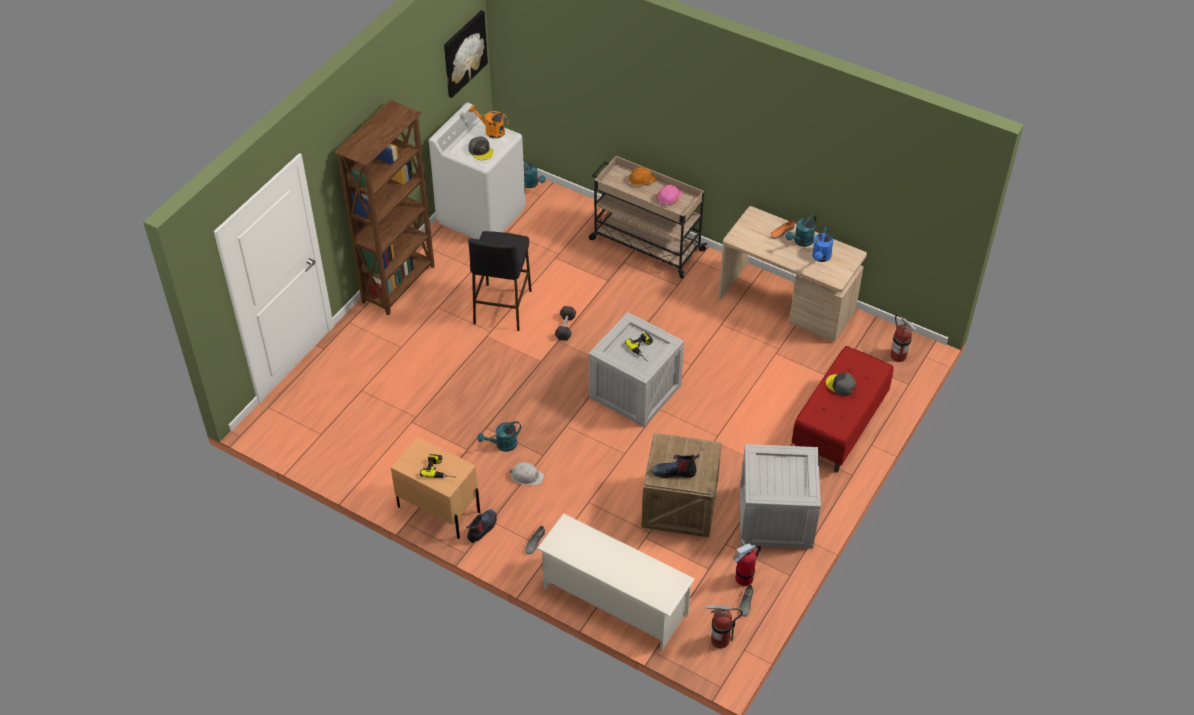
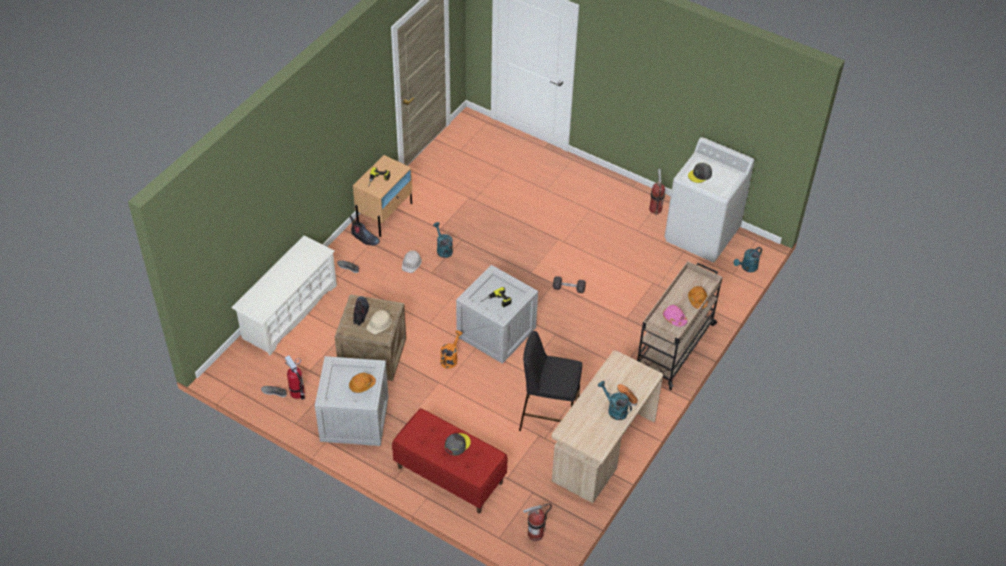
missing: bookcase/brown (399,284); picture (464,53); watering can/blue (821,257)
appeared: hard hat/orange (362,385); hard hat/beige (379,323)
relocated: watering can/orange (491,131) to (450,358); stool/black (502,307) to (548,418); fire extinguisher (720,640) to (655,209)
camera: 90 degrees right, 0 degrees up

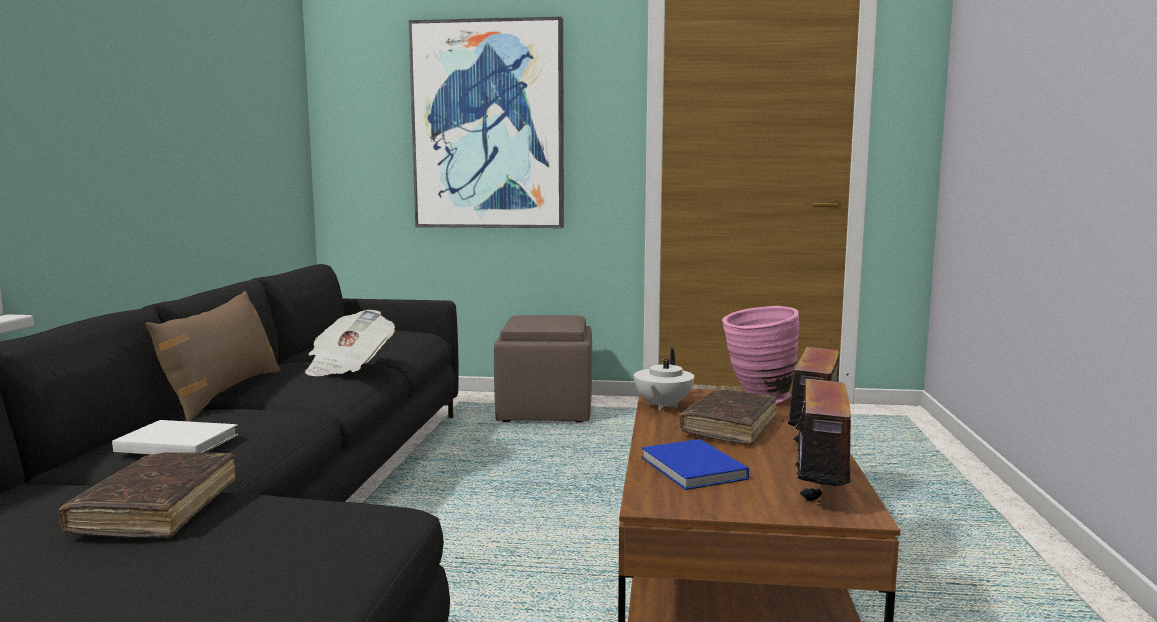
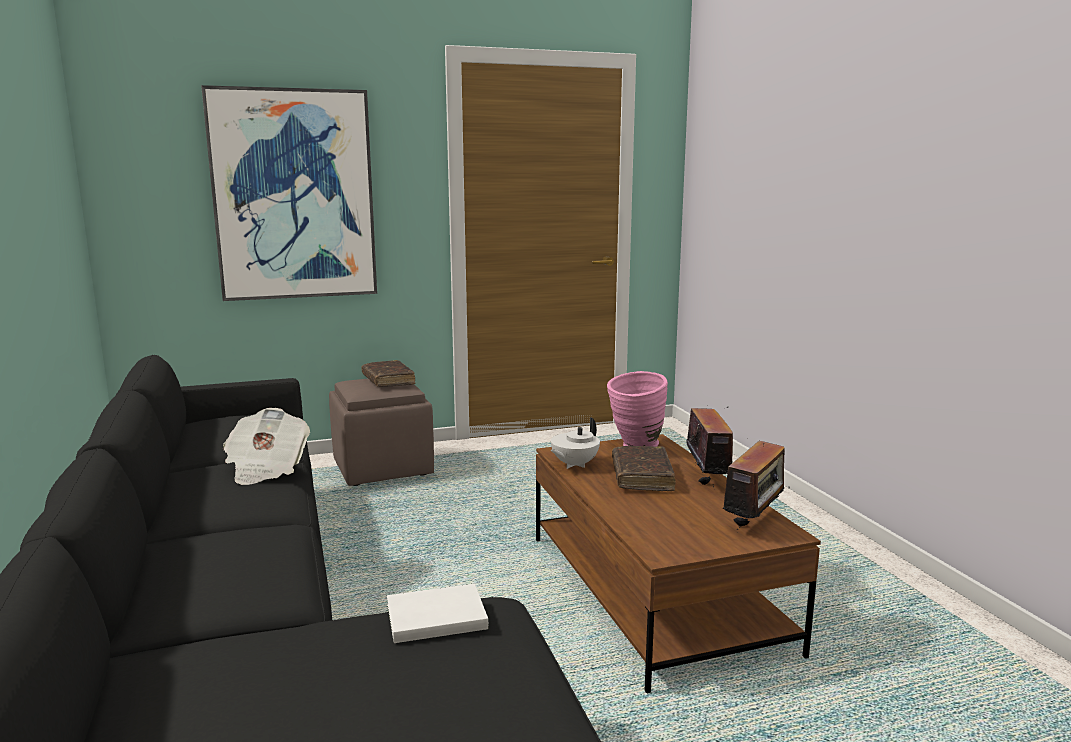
missing: pillow/brown (223,393); book/blue (693,469)
relocated: book/brown (157,509) to (388,380); book/white (176,442) to (433,616)
spun: teapot/white (662,406) = (574,465) 45 degrees clockwise; radio (822,493) = (754,522) 45 degrees clockwise
camera: 25 degrees left, 5 degrees up

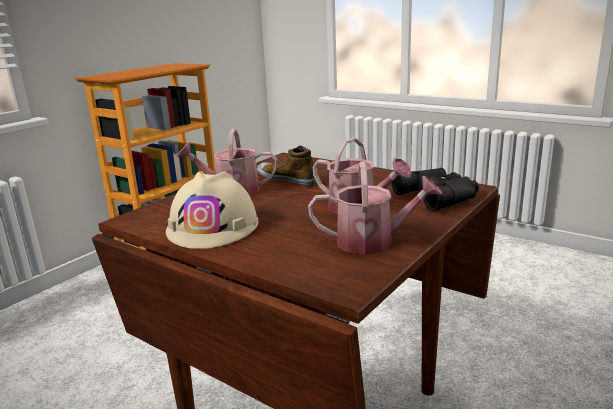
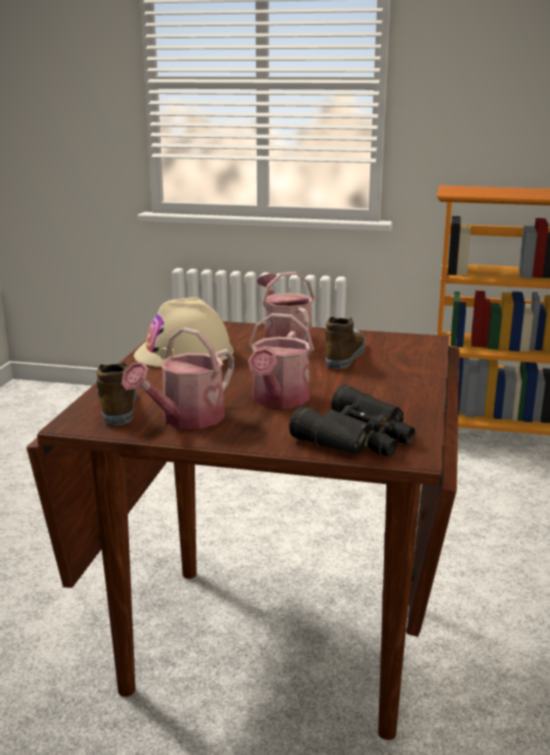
appeared: shoe (117,405)
spun: watering can (373,241) = (186,419) 60 degrees clockwise
camera: 65 degrees right, 0 degrees up

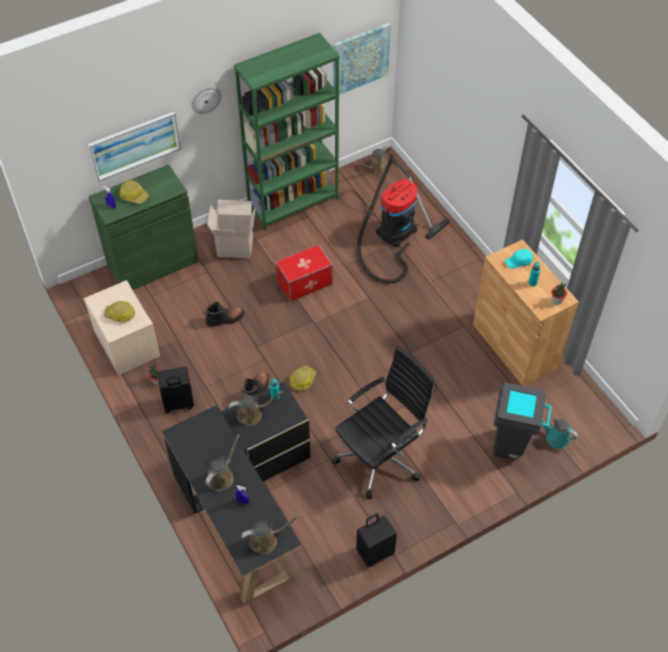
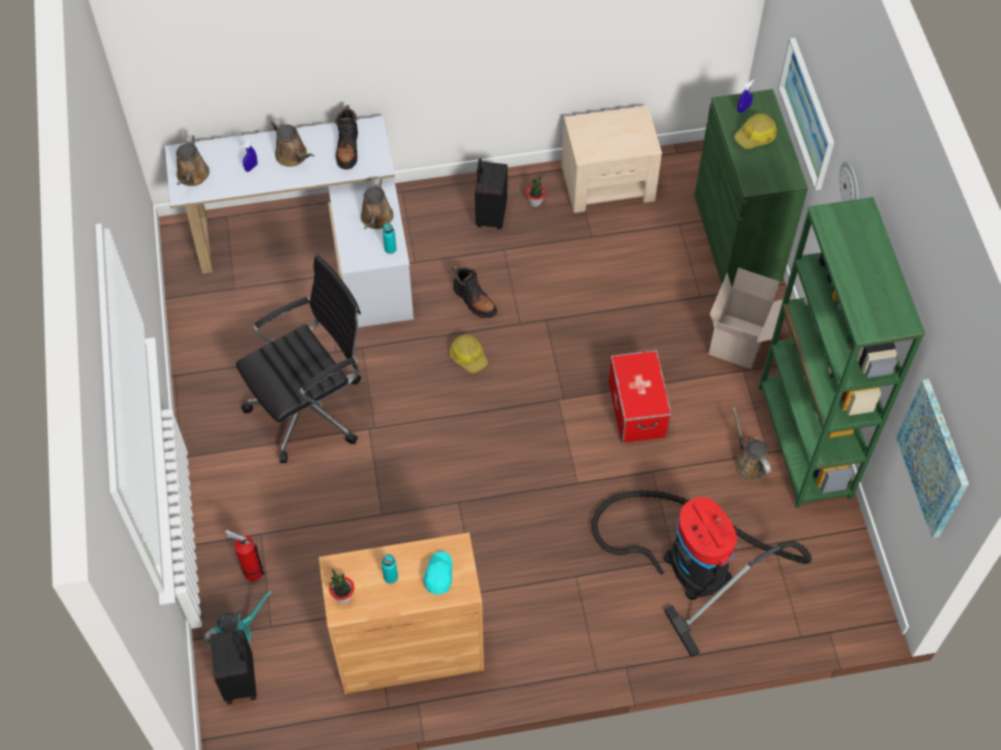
missing: hard hat (120,314)
relocated: suitcase/black (375,552) to (241,680); boot/black (225,319) to (348,149); watering can/brown (376,169) to (749,462)
exchanged: trash can/grey (512,446) to fire extinguisher (250,571)
colour: desk/black (245,506) to desk/white (316,247)
spun: office chair/black (381,457) = (311,408) 105 degrees counterclockwise
camera: 110 degrees right, 5 degrees up

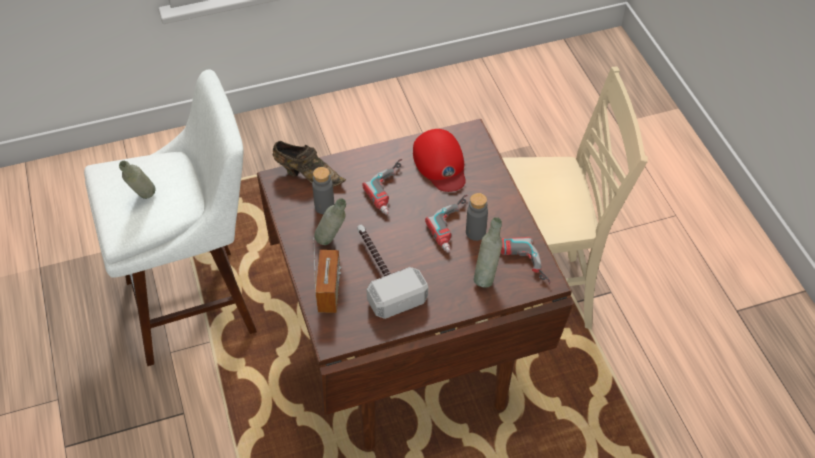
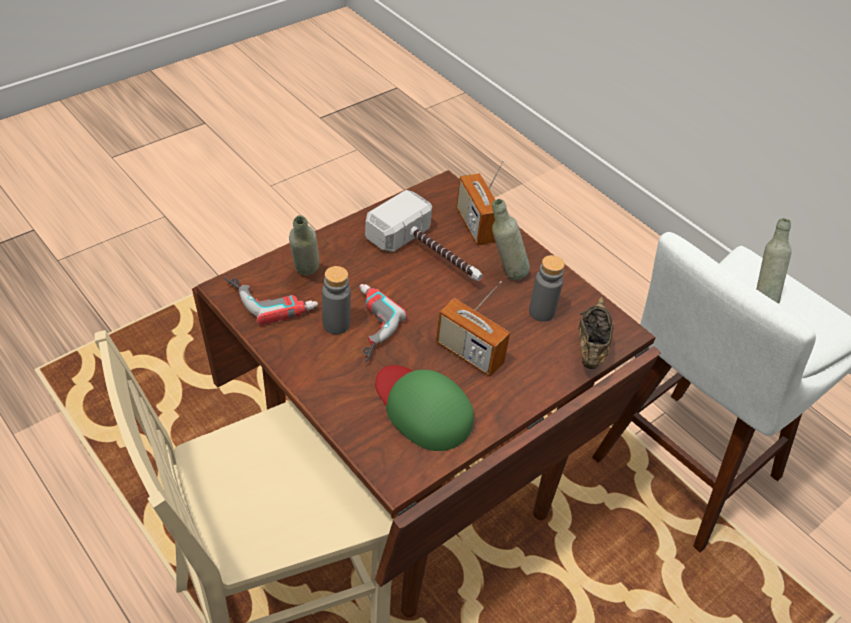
exchanged: power drill (392,190) to radio (469,354)
colour: cap/red (440,164) to cap/green (422,408)
spun: shoe/brown (307,175) = (591,347) 105 degrees clockwise
camera: 155 degrees right, 5 degrees down

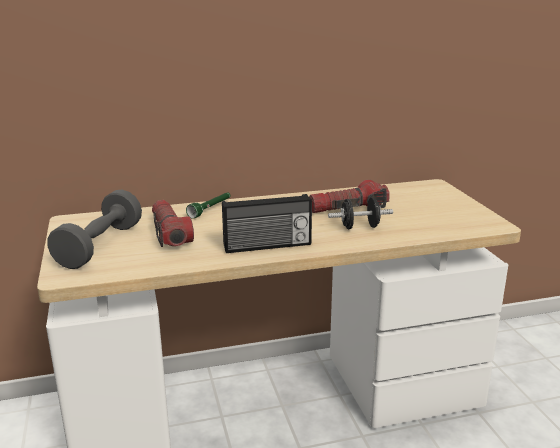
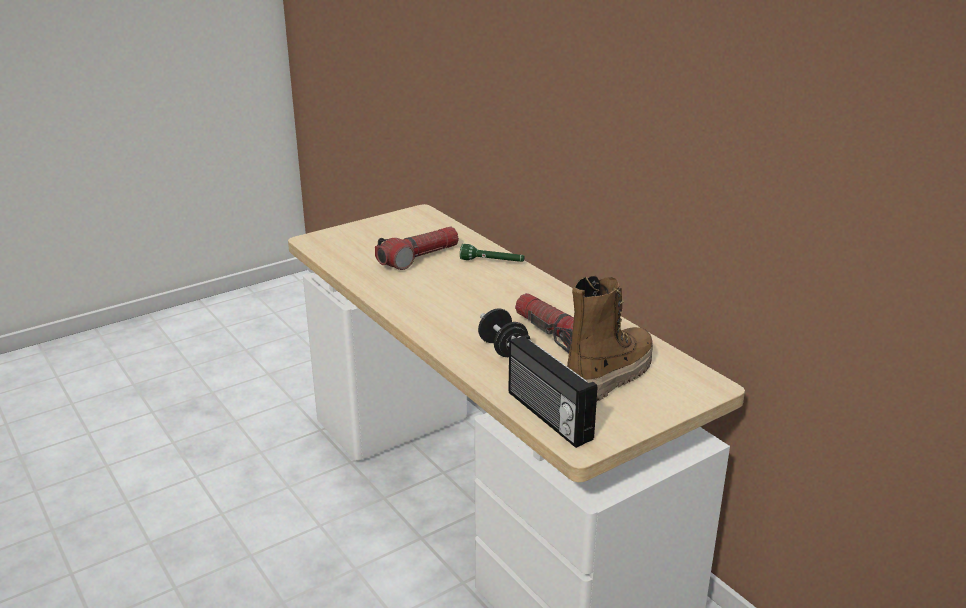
missing: dumbbell/grey (100,246)
appeared: boot (608,376)
relocated: radio (267,246) to (547,416)
camera: 70 degrees right, 5 degrees up

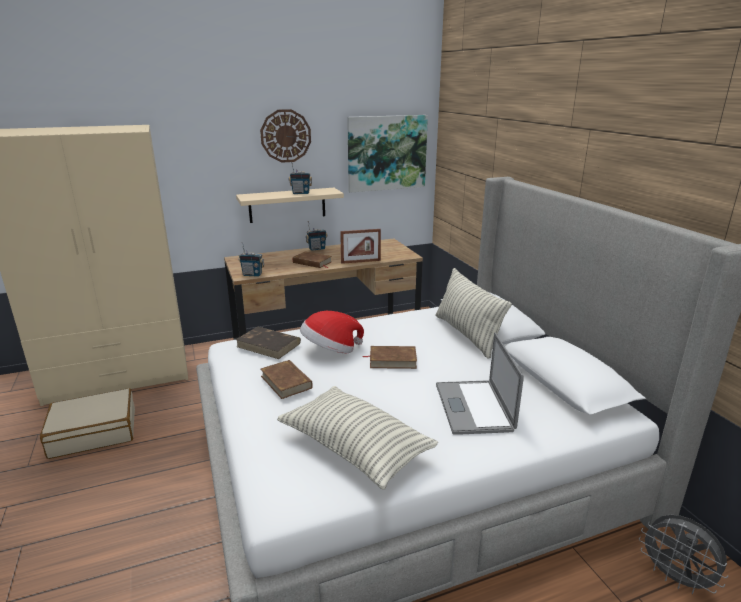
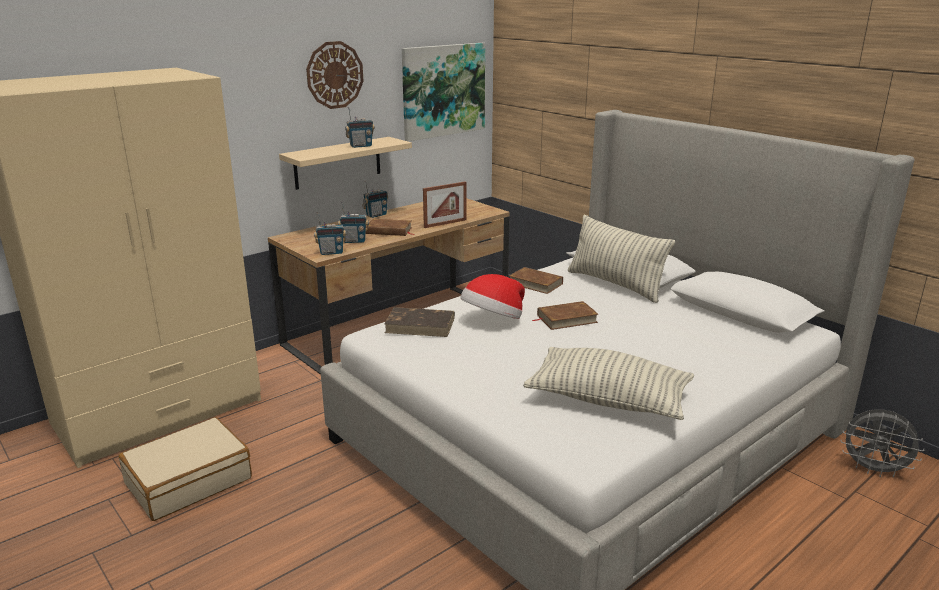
missing: laptop (473,407)
appeared: radio (354,241)
relocated: book/brown (286,382) to (535,283)
camera: 20 degrees left, 0 degrees up

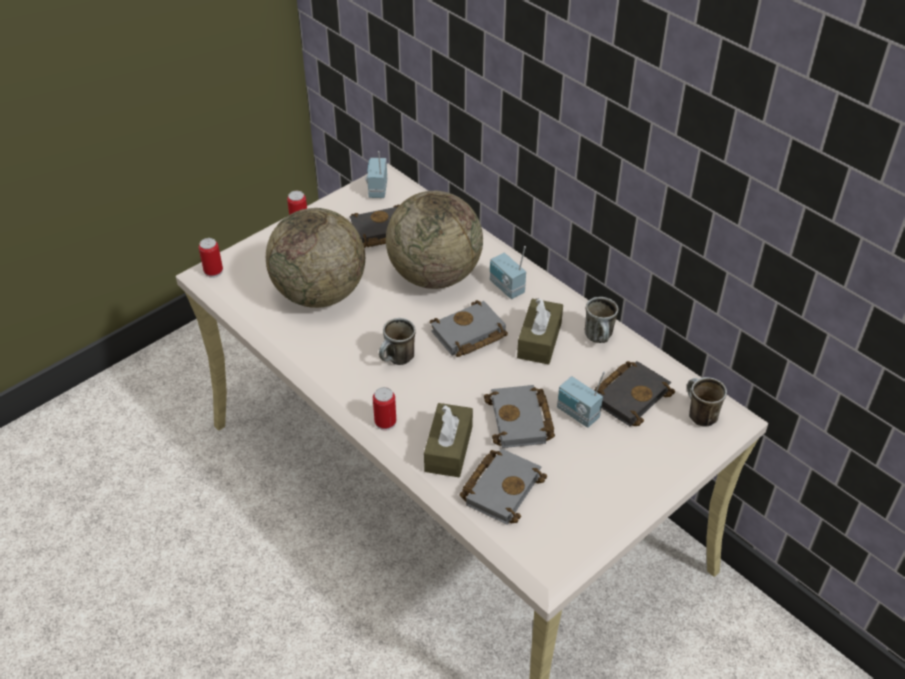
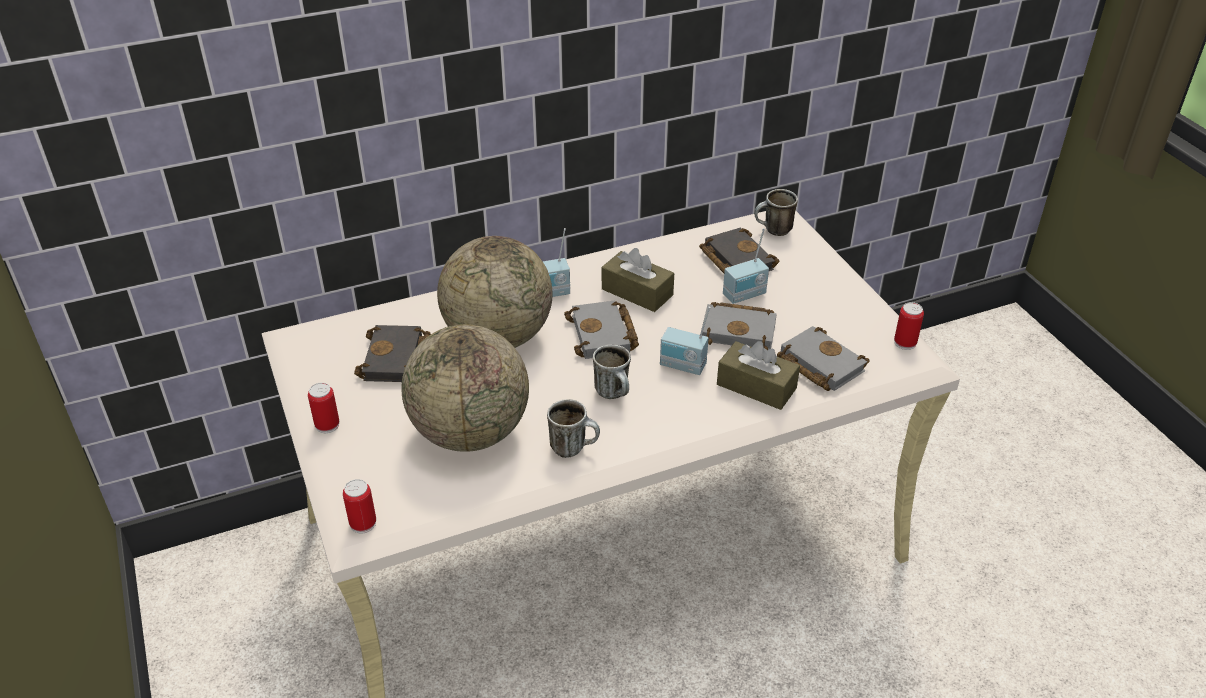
relocated: mug (600,339) to (574,447); radio (376,189) to (682,366); can (385,422) to (905,343)
camera: 70 degrees left, 5 degrees down

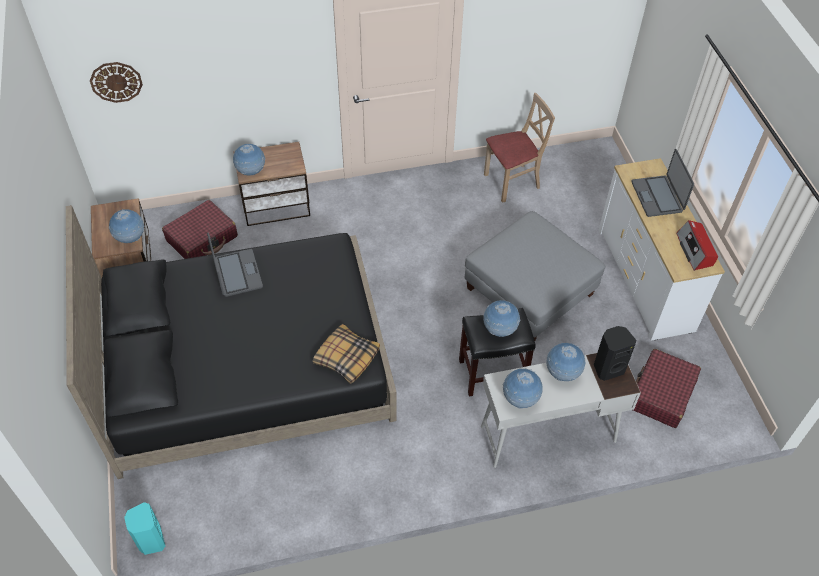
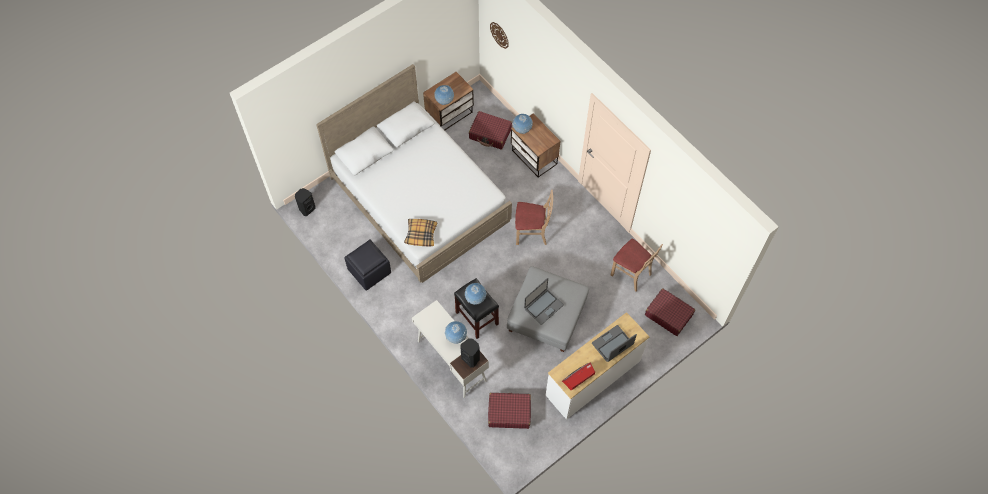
missing: globe (520,399)
appeared: ottoman/black (369,271); chair/beige (531,233); suitcase/red (668,314)
relocated: laptop (237,273) to (543,306)
colour: speaker/turquoise (150,541) to speaker/black (307,208); bed/black (247,365) to bed/white (420,198)
camera: 65 degrees right, 10 degrees up

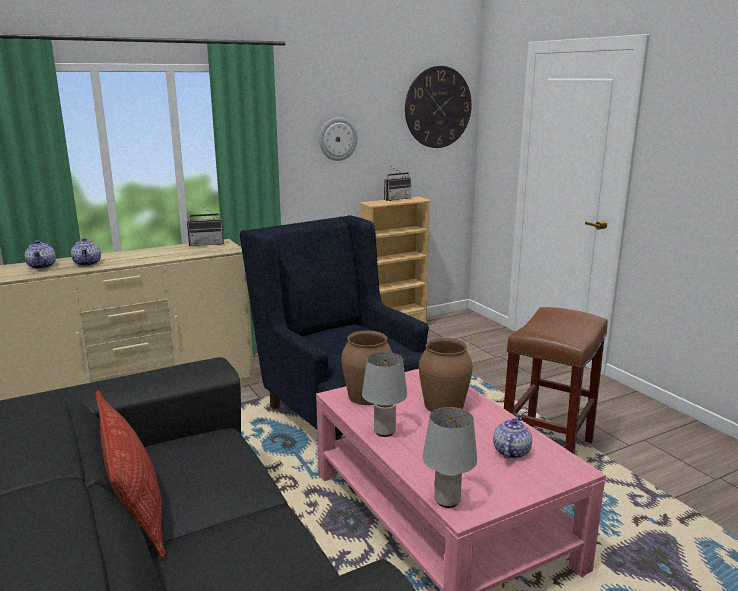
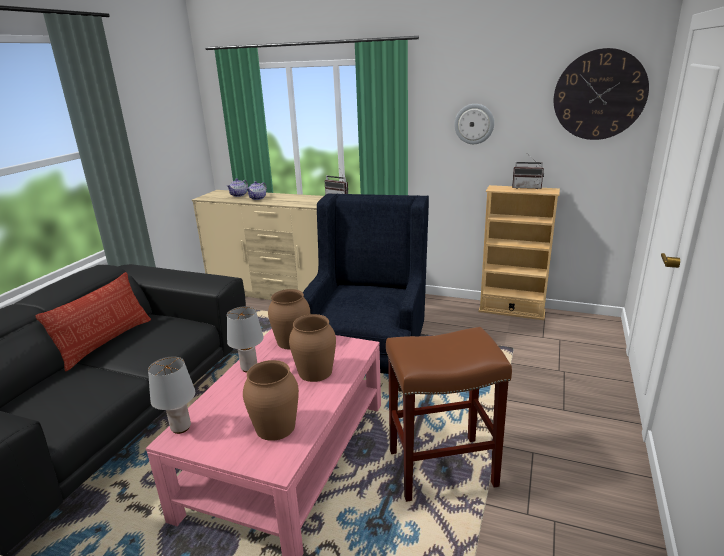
exchanged: teapot (510,452) to vase/brown (275,426)
camera: 50 degrees right, 5 degrees up

